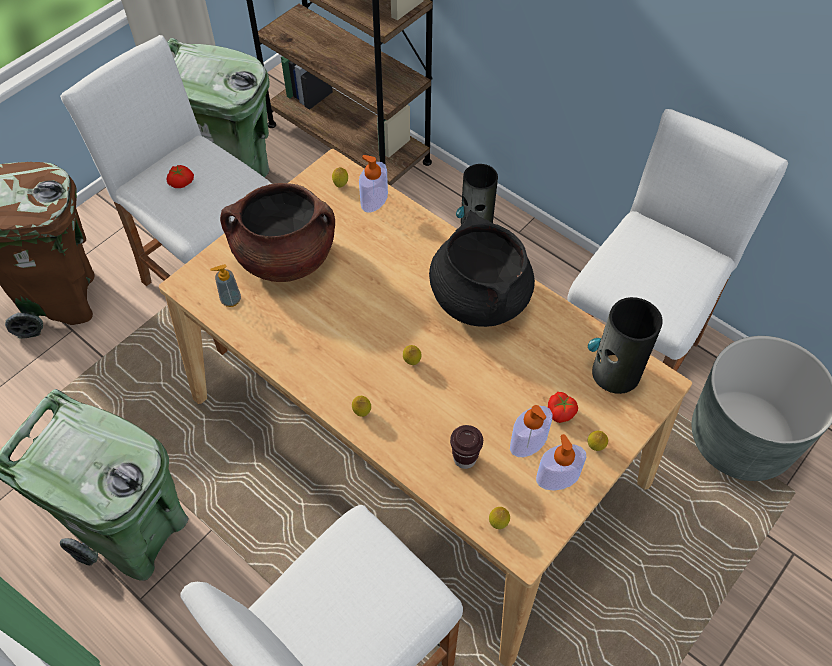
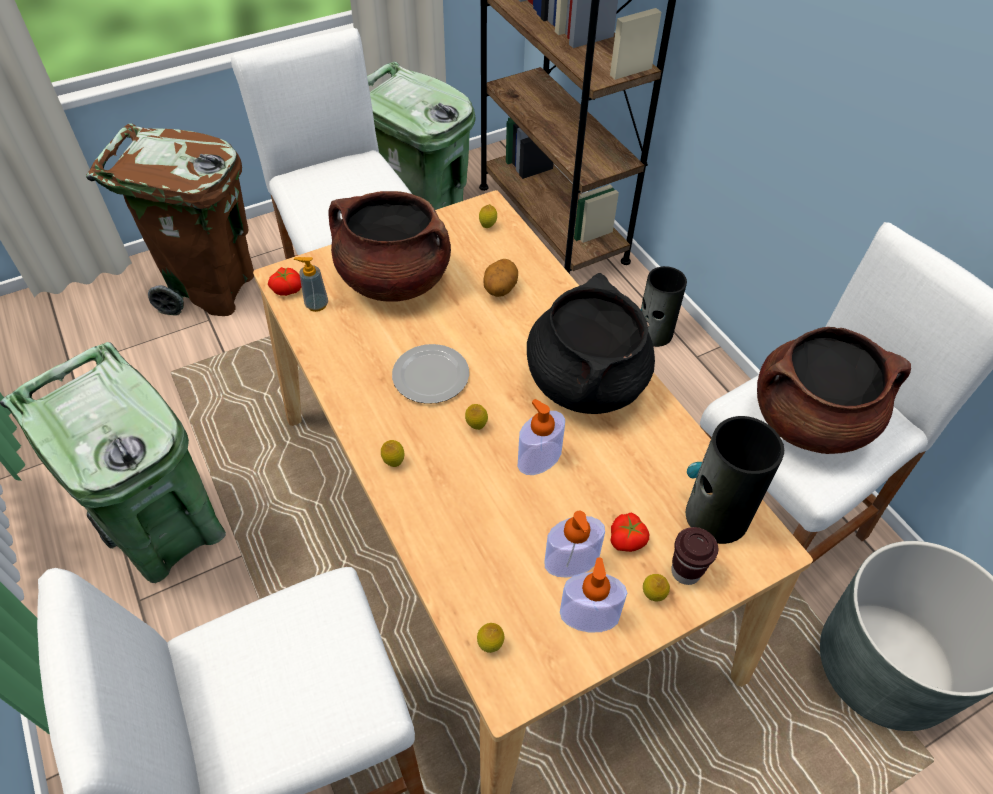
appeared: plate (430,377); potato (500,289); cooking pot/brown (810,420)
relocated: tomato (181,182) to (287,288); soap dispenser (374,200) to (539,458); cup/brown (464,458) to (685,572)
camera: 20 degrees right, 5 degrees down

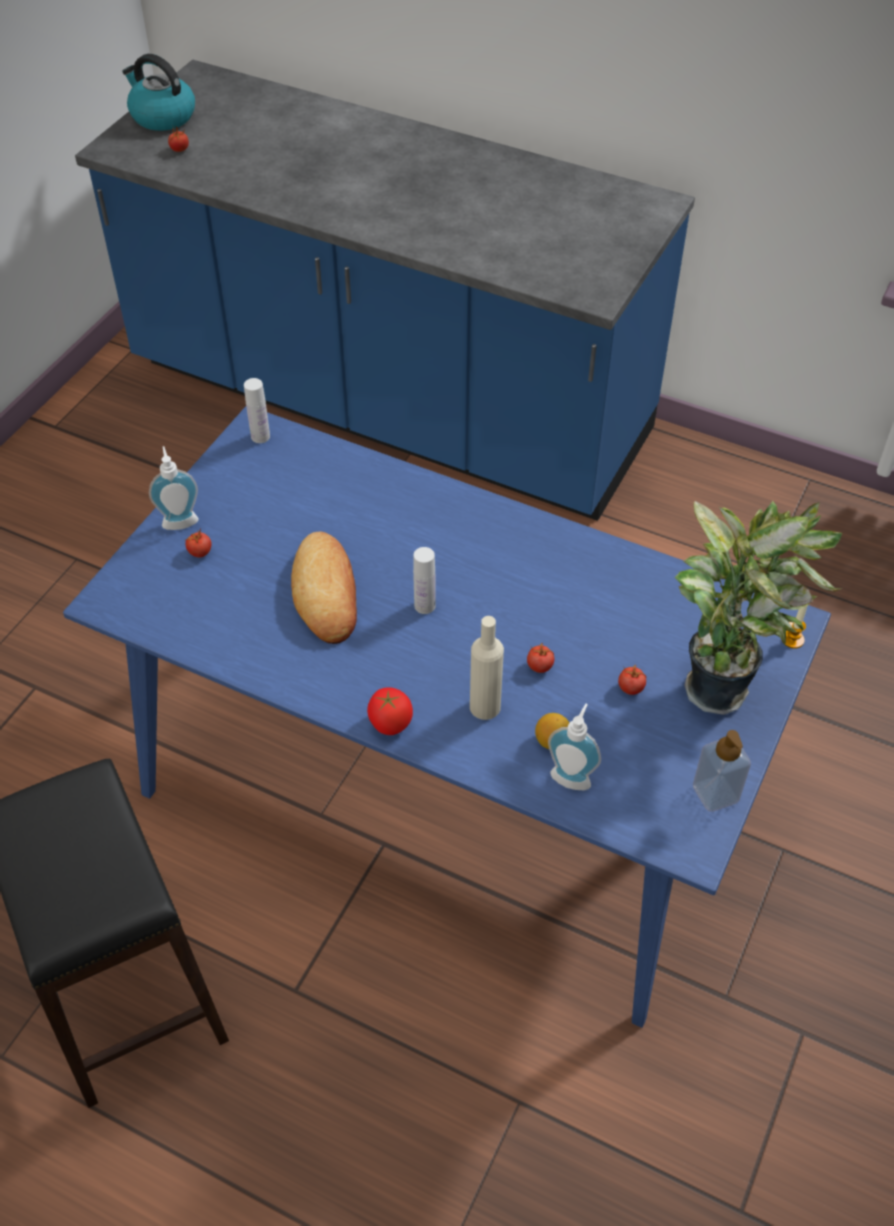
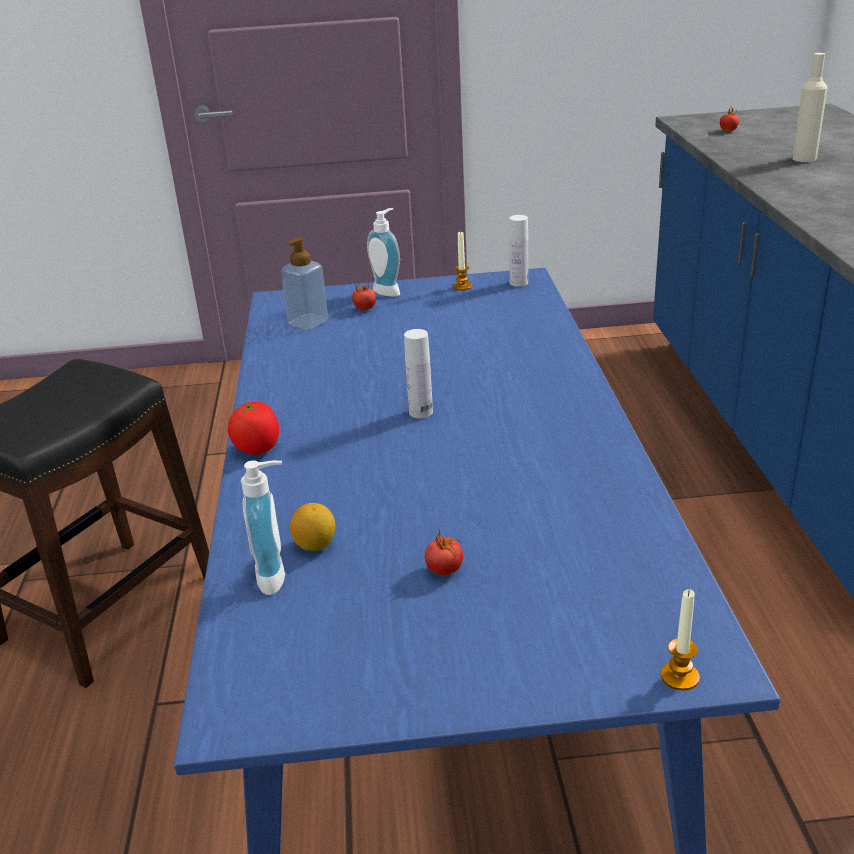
missing: kettle (162,116); bread (326,593); tomato (540,666); potted plant (721,686)
appeared: candle (462,286)
relocated: soap dispenser (715,793) to (308,322); bottle/beige (485,707) to (804,158)
camera: 60 degrees right, 20 degrees down

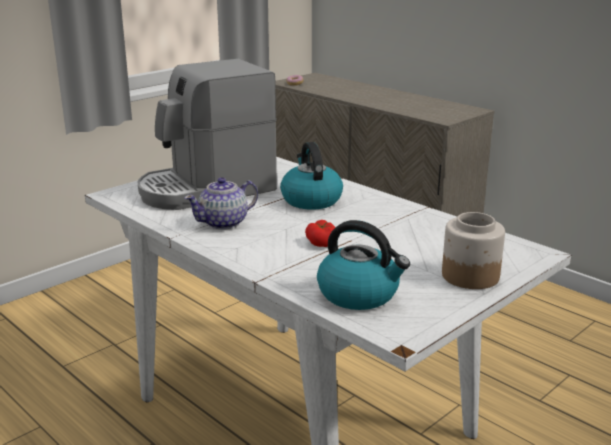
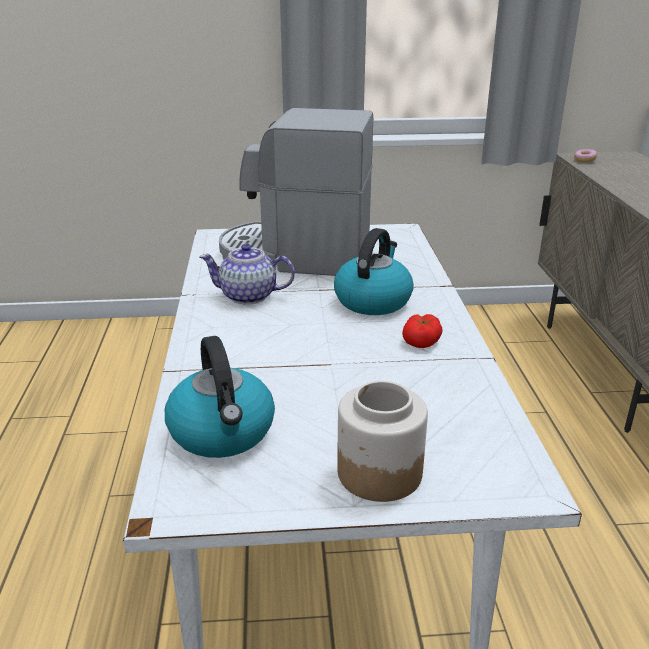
relocated: tomato (321,242) to (421,341)
camera: 40 degrees right, 5 degrees up

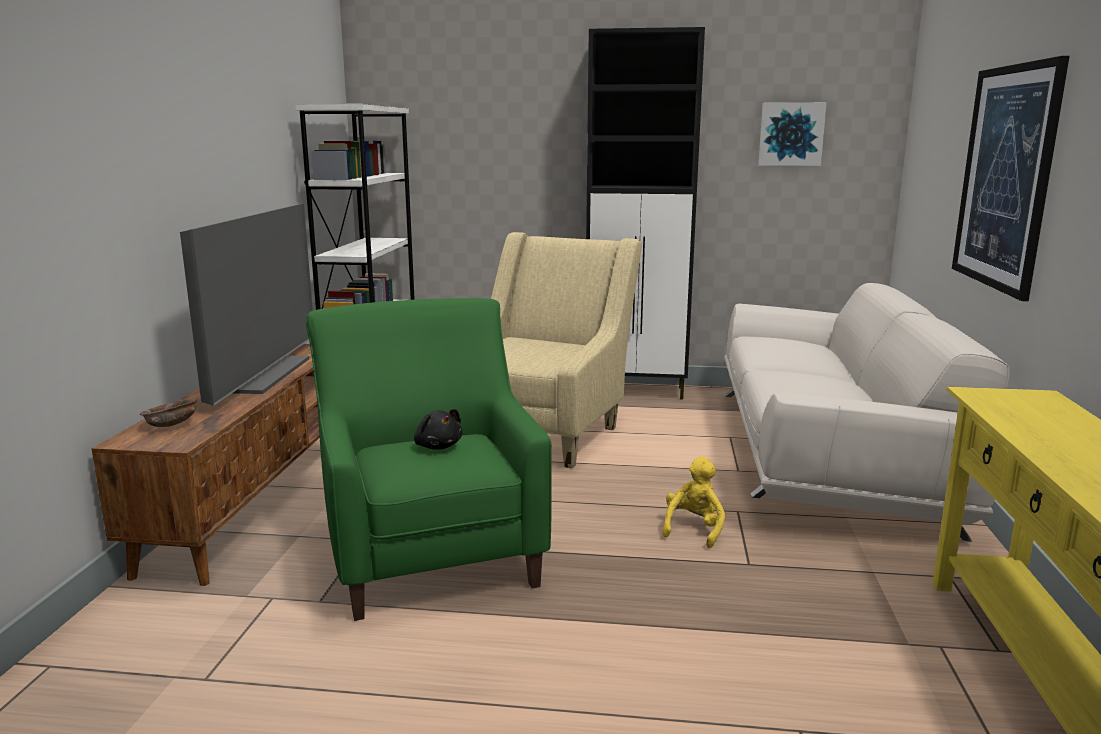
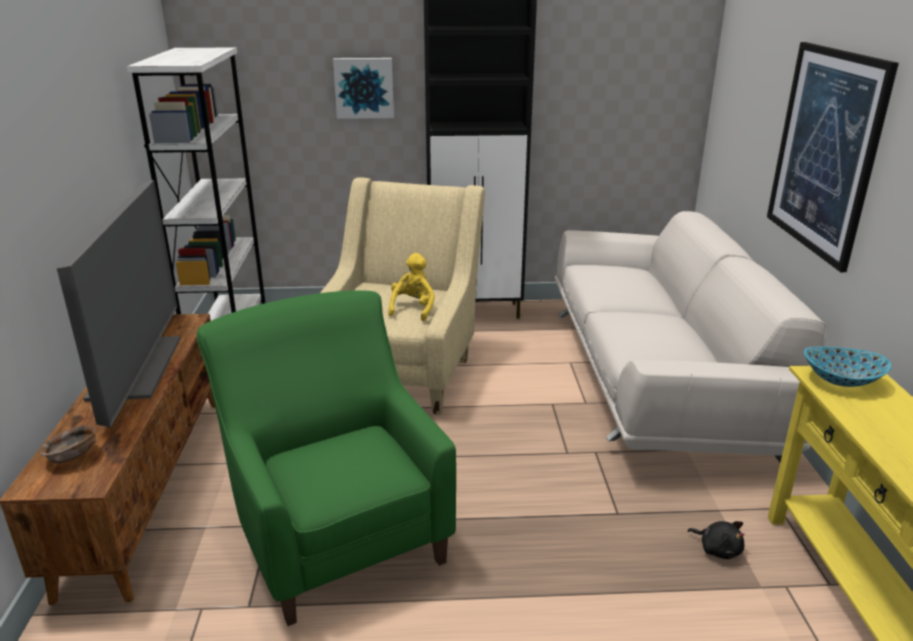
appeared: bowl (841,380)
relocated: picture (791,134) to (364,88); plush toy/yellow (694,529) to (413,309); plush toy/black (438,446) to (718,549)
camera: 10 degrees left, 10 degrees up

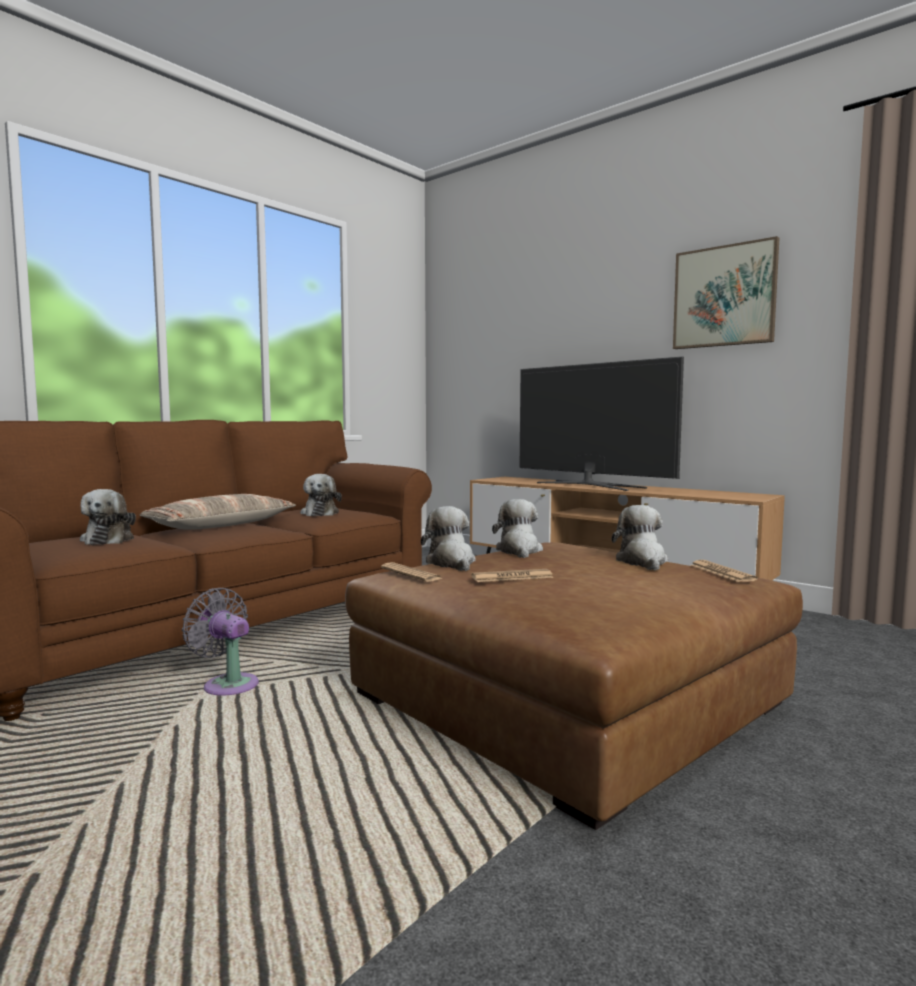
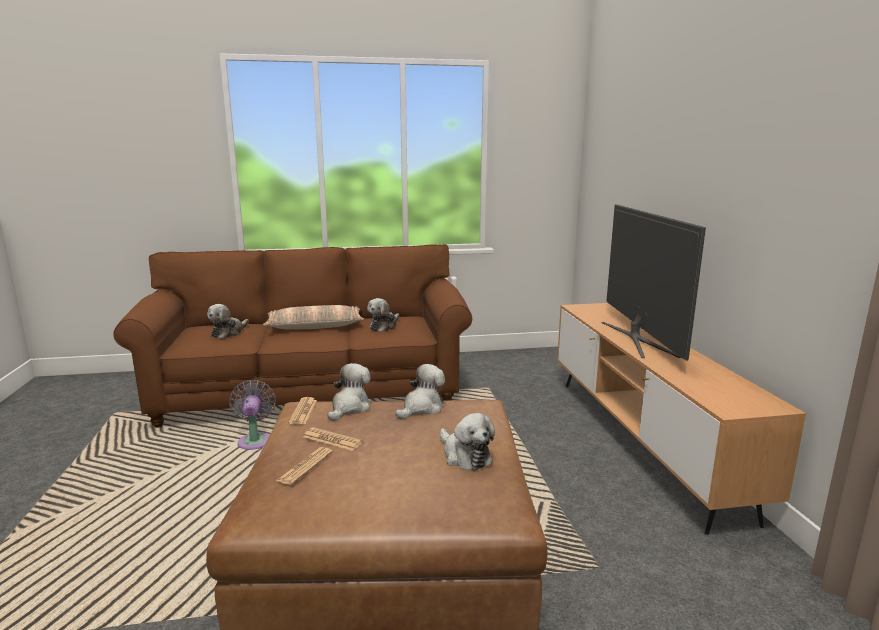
missing: picture (724,296)
relocated: newspaper (722,572) to (305,466)
spun: plush toy (642,562) = (465,456) 105 degrees clockwise
camera: 40 degrees right, 10 degrees up

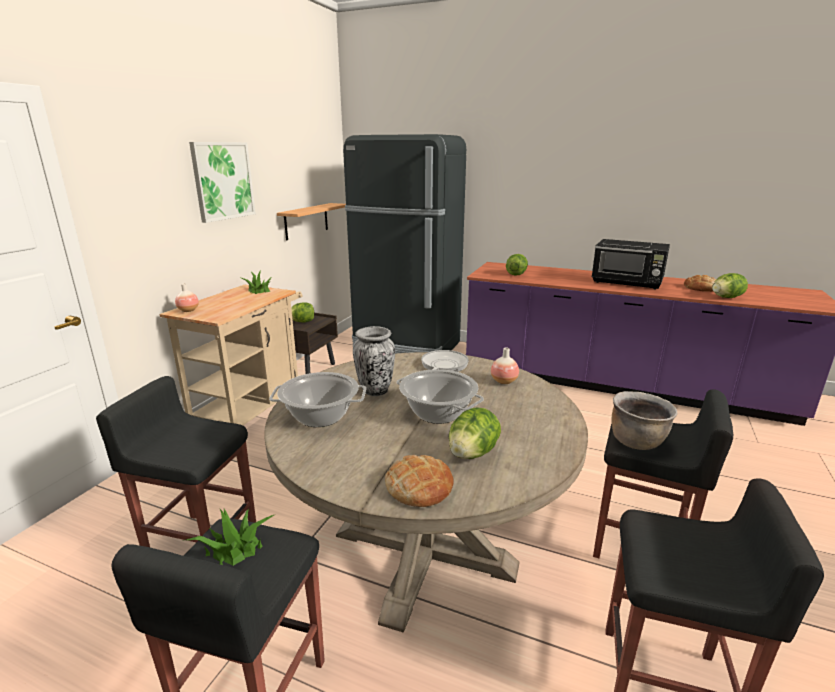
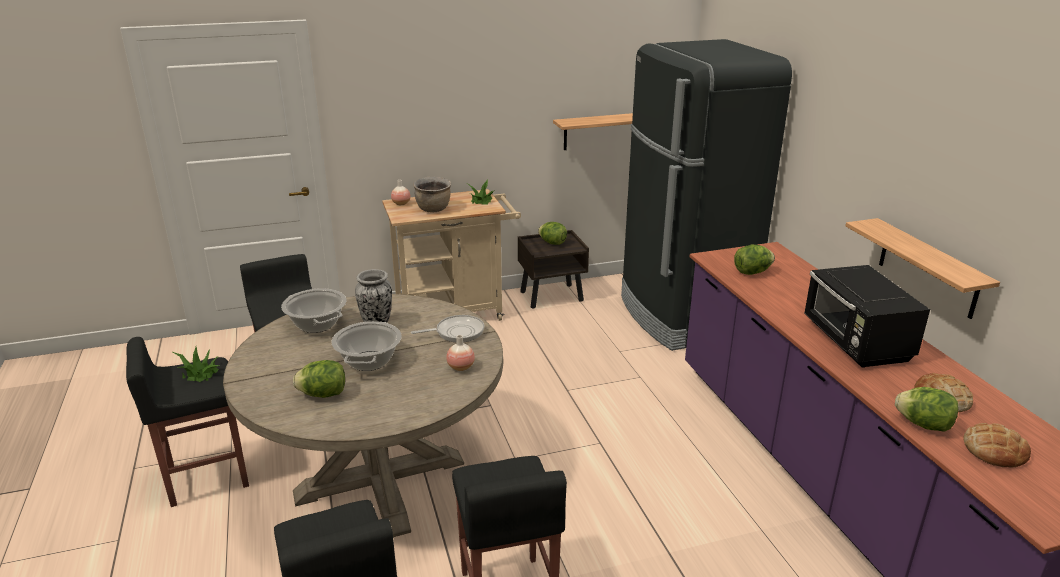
missing: picture (223,181)
appeared: shelf (928,268)
relocated: cooking pot/brown (636,441) to (433,209); bread (419,486) to (994,450)
camera: 50 degrees right, 5 degrees up

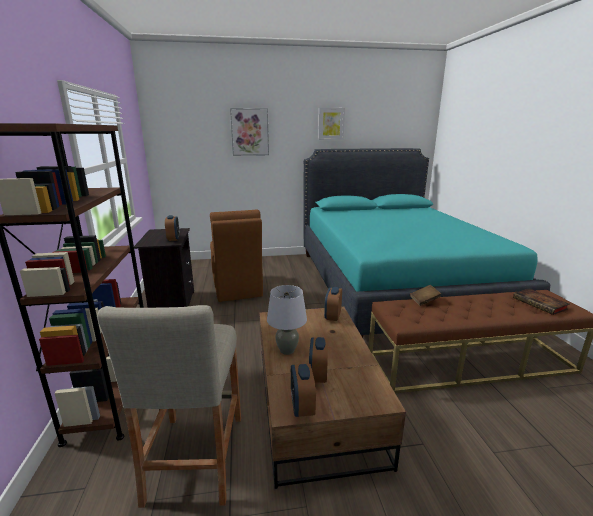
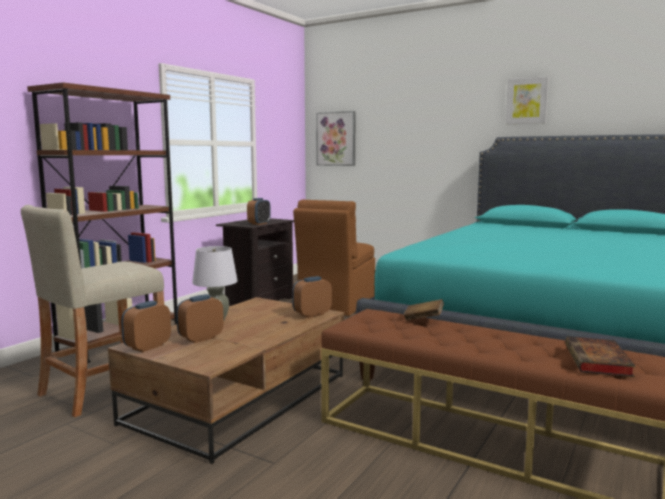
relocated: picture (250,132) to (336,139)
camera: 40 degrees right, 10 degrees down

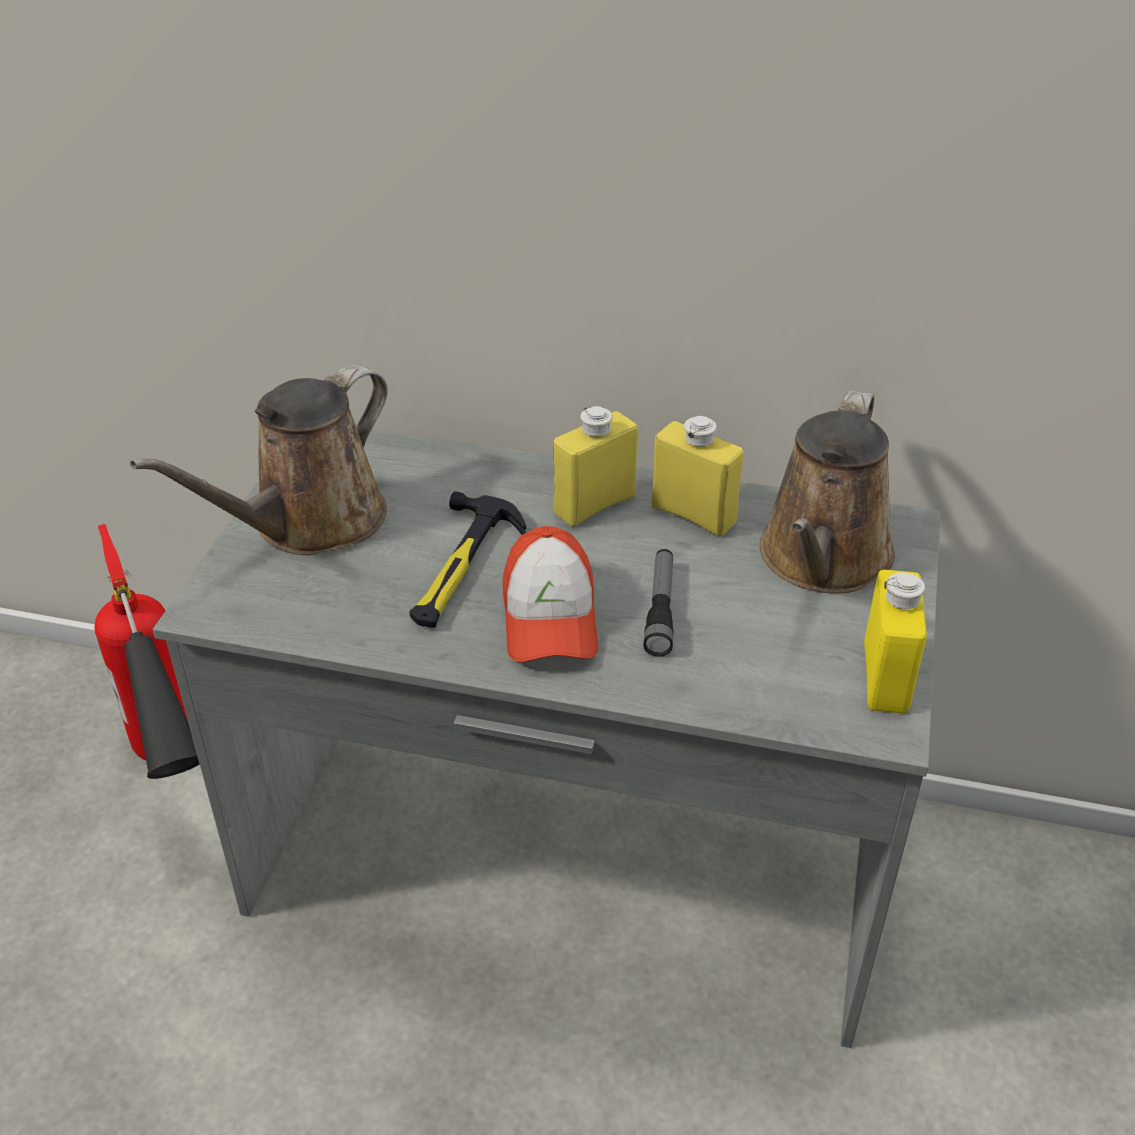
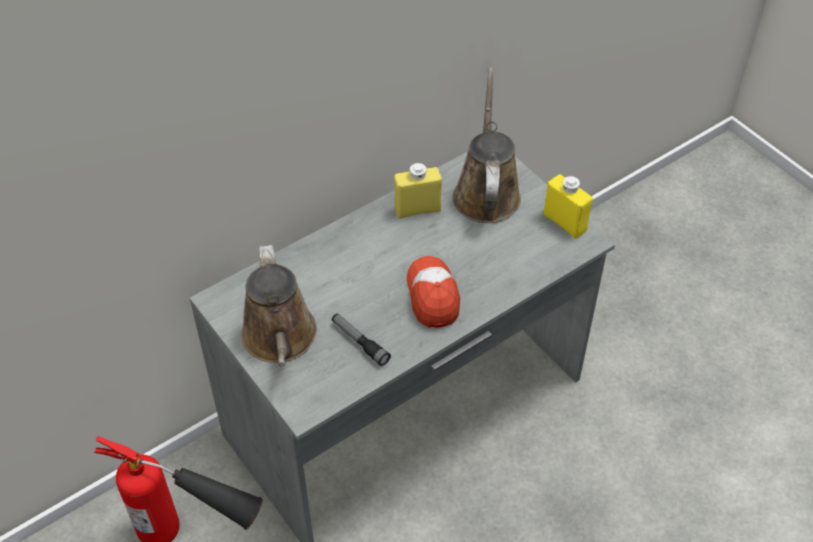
missing: hammer (461,566); bottle/yellow (595,504)
relocated: flashlight (660,609) to (360,342)
spun: cap (549,618) = (433,296) 135 degrees counterclockwise; watering can/brown (822,560) = (486,192) 150 degrees counterclockwise
camera: 50 degrees left, 10 degrees up

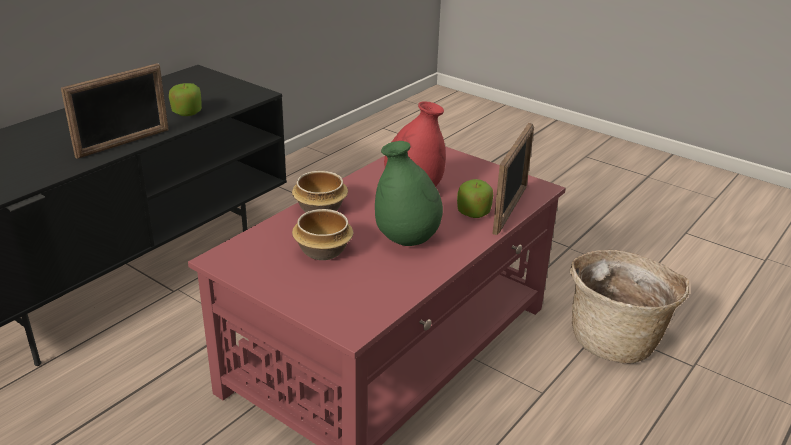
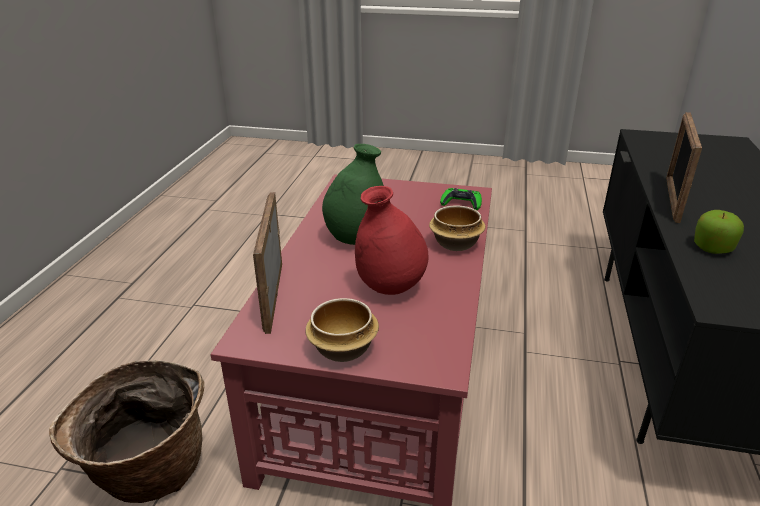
missing: apple (473,212)
appeared: game controller/green (461,203)
relocated: bowl (323,250) to (344,350)
camera: 155 degrees right, 0 degrees up

